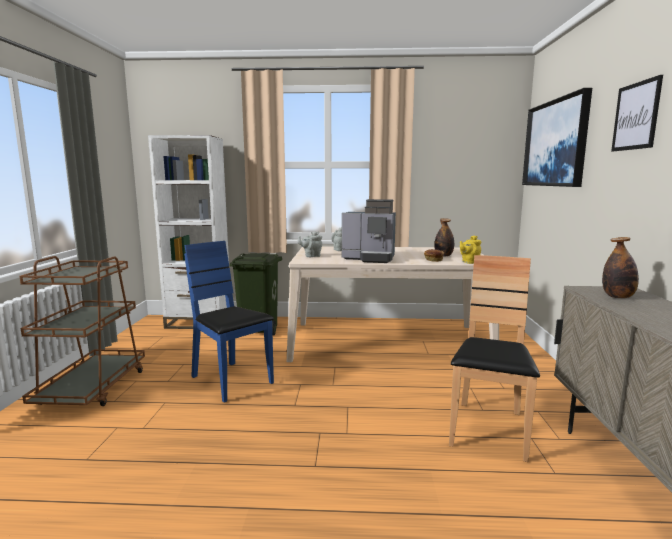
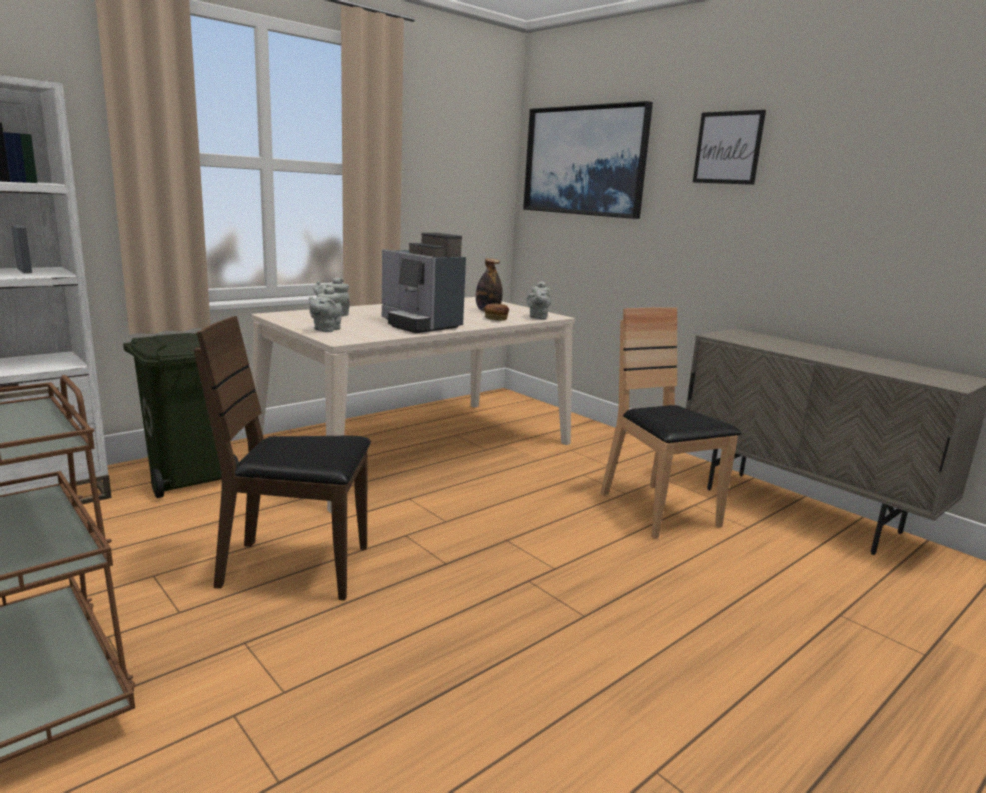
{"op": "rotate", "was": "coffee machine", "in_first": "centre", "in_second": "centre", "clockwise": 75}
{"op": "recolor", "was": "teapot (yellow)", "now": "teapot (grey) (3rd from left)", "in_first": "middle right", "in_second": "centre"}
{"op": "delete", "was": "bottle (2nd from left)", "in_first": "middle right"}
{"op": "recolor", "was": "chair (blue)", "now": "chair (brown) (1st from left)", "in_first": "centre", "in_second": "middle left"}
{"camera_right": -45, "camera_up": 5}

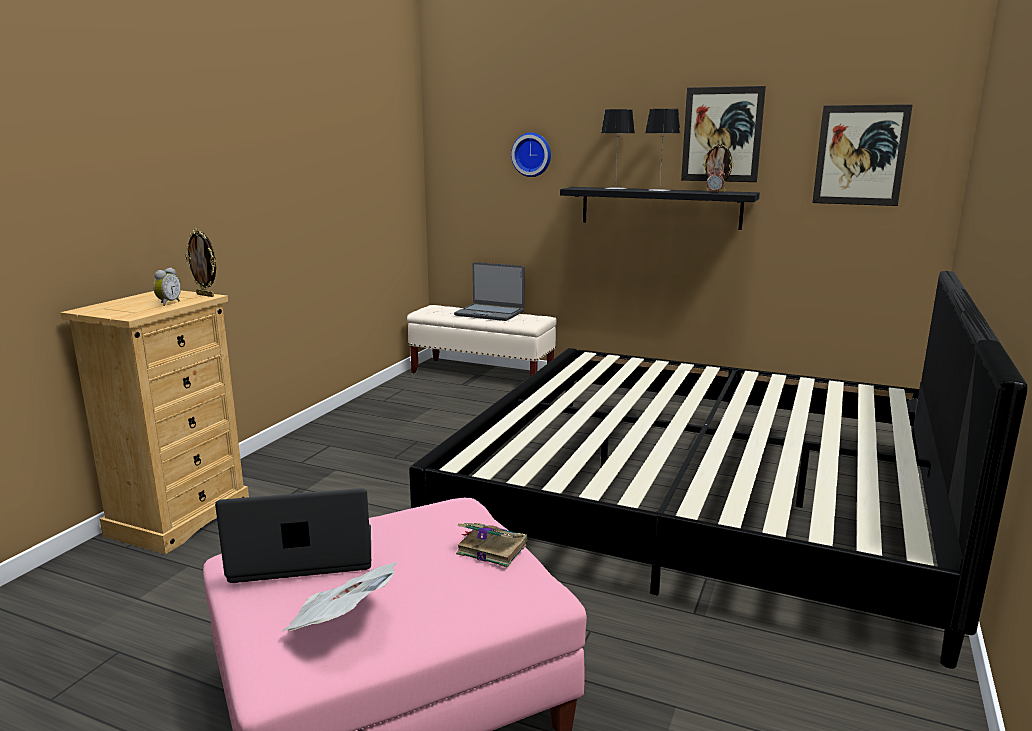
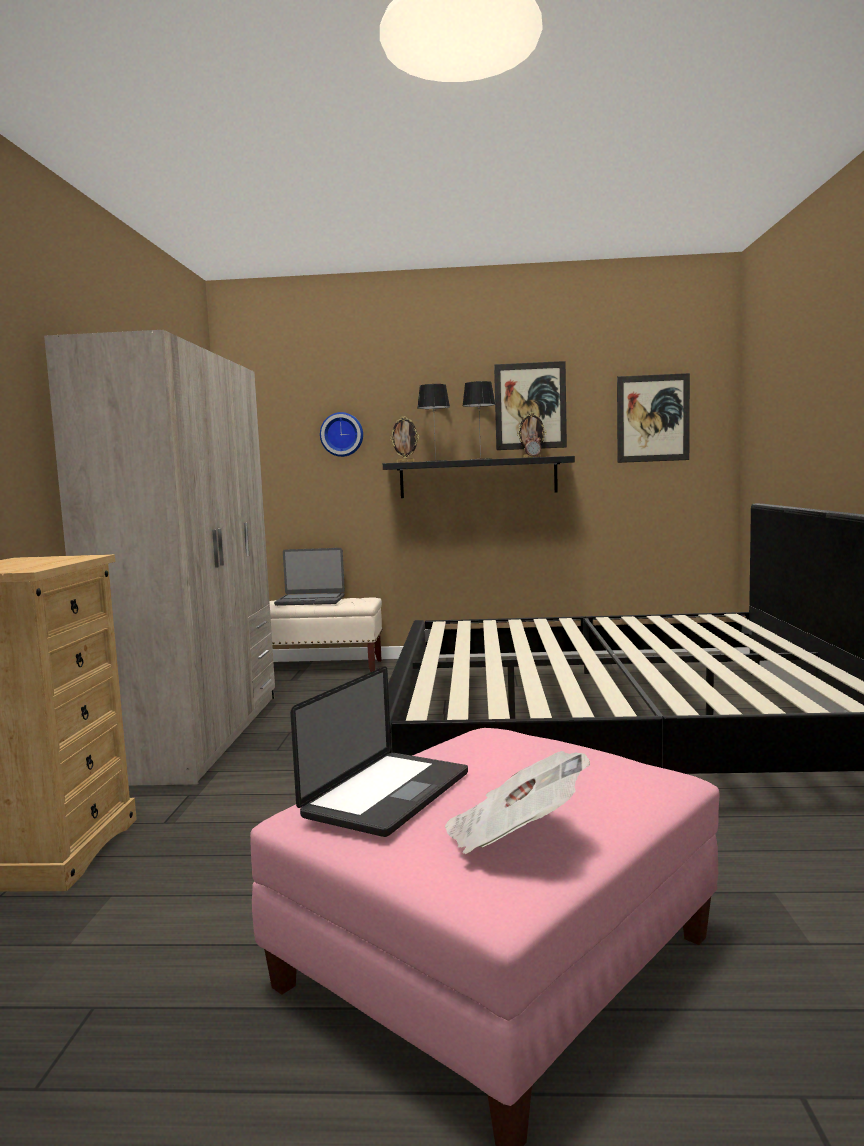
{"op": "move", "was": "picture frame (1st from left)", "in_first": "middle left", "in_second": "centre"}
{"op": "delete", "was": "alarm clock (1st from left)", "in_first": "middle left"}
{"op": "rotate", "was": "laptop (1st from left in the first image)", "in_first": "bottom left", "in_second": "centre", "clockwise": 150}
{"op": "delete", "was": "book", "in_first": "bottom centre"}
{"op": "insert", "now": "wardrobe (beige)", "in_second": "middle left"}
{"camera_right": -20, "camera_up": -10}

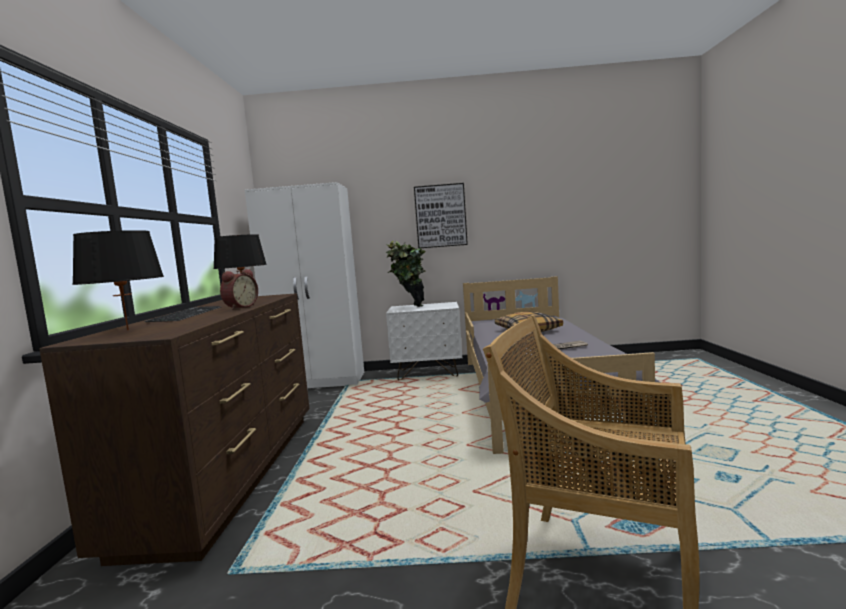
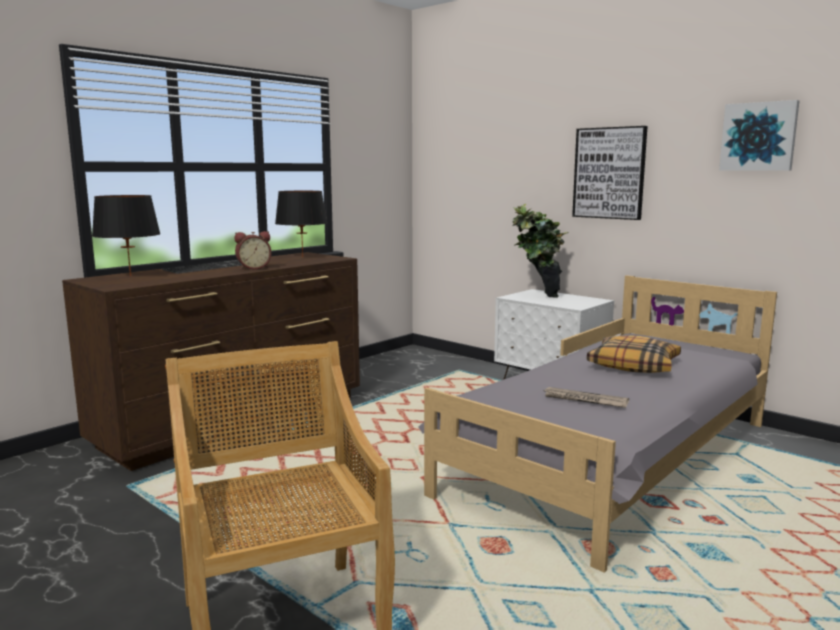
{"op": "delete", "was": "wardrobe (white)", "in_first": "centre"}
{"op": "insert", "now": "picture (2nd from left)", "in_second": "top right"}
{"camera_right": 40, "camera_up": 5}

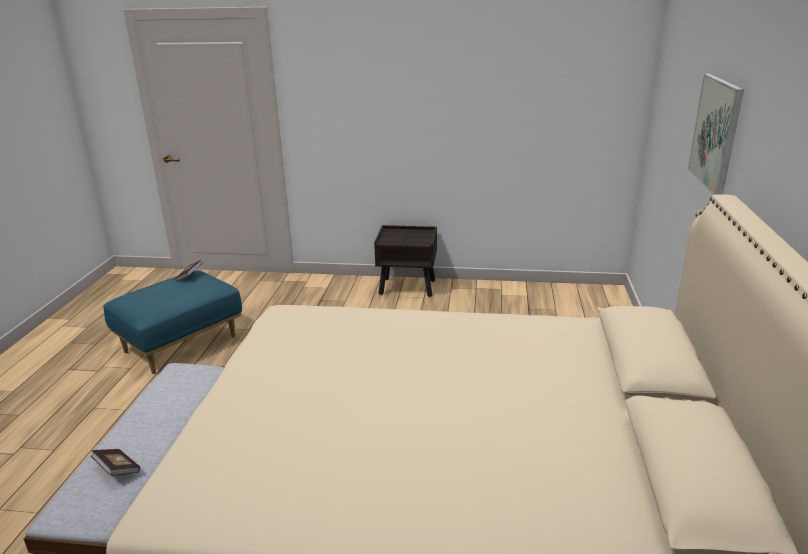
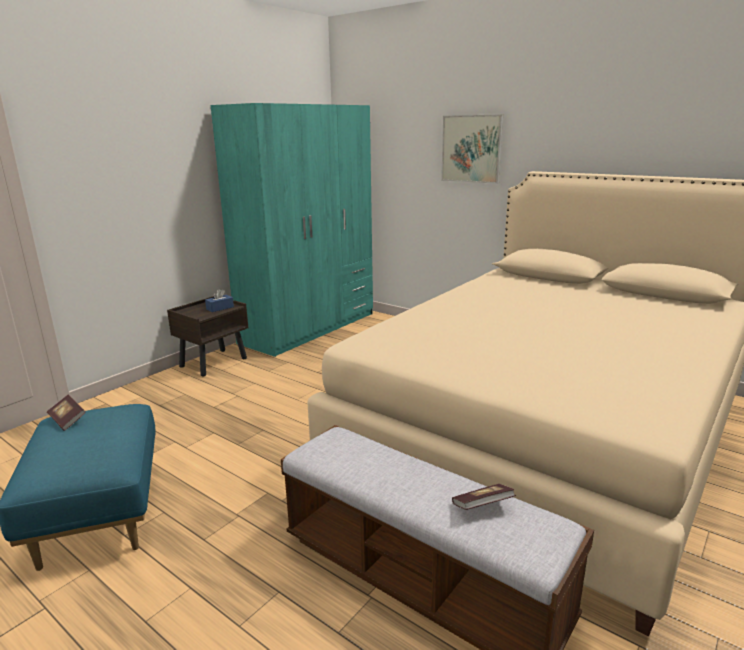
{"op": "insert", "now": "wardrobe (turquoise)", "in_second": "centre"}
{"op": "insert", "now": "tissue box (blue)", "in_second": "middle left"}
{"camera_right": -60, "camera_up": -5}

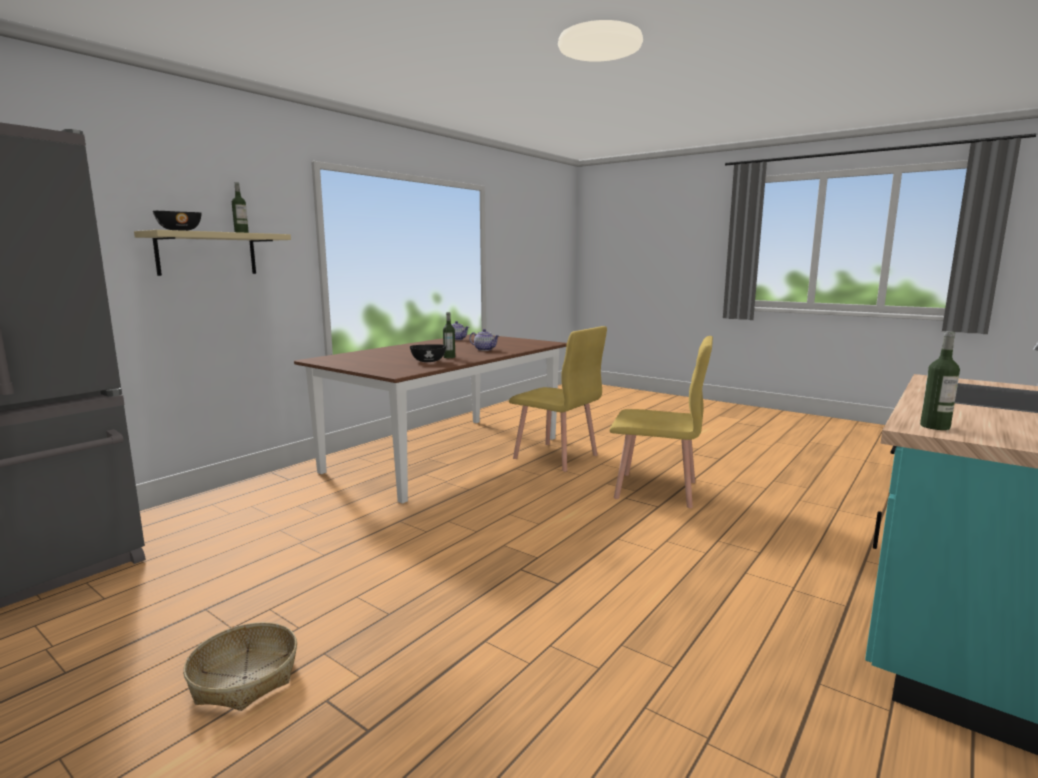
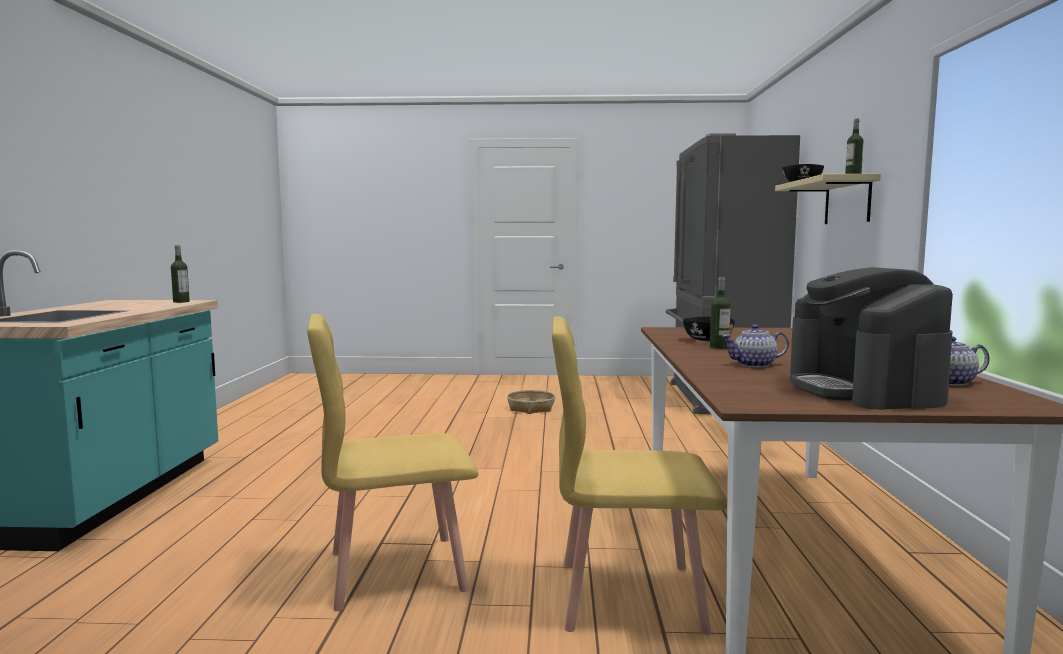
{"op": "insert", "now": "coffee machine", "in_second": "middle right"}
{"camera_right": 145, "camera_up": -5}

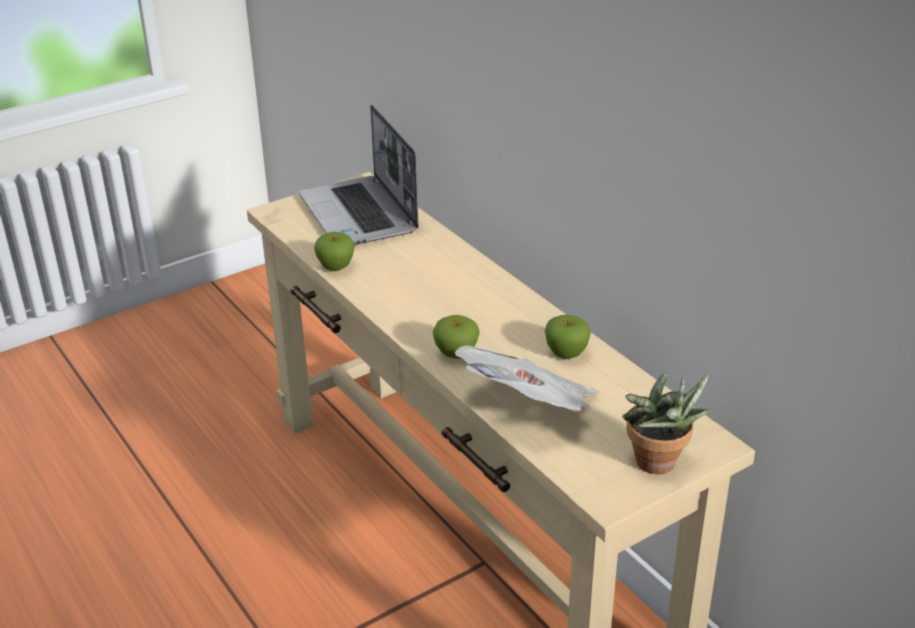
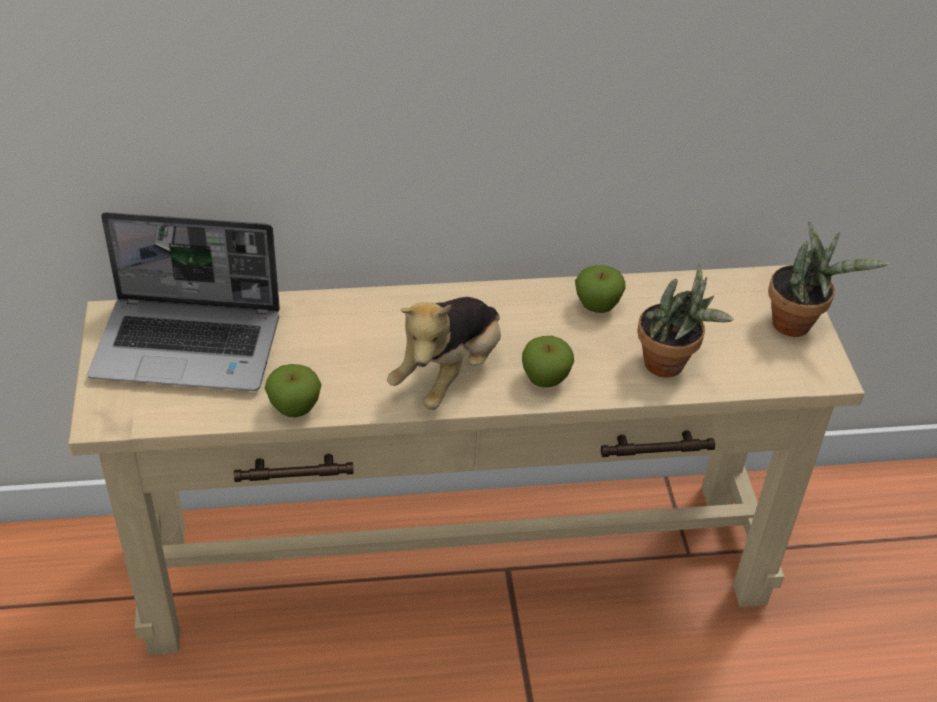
{"op": "replace", "was": "newspaper", "now": "potted plant (1st from left)", "in_first": "centre", "in_second": "middle right"}
{"op": "insert", "now": "plush toy", "in_second": "centre"}
{"camera_right": -65, "camera_up": 10}

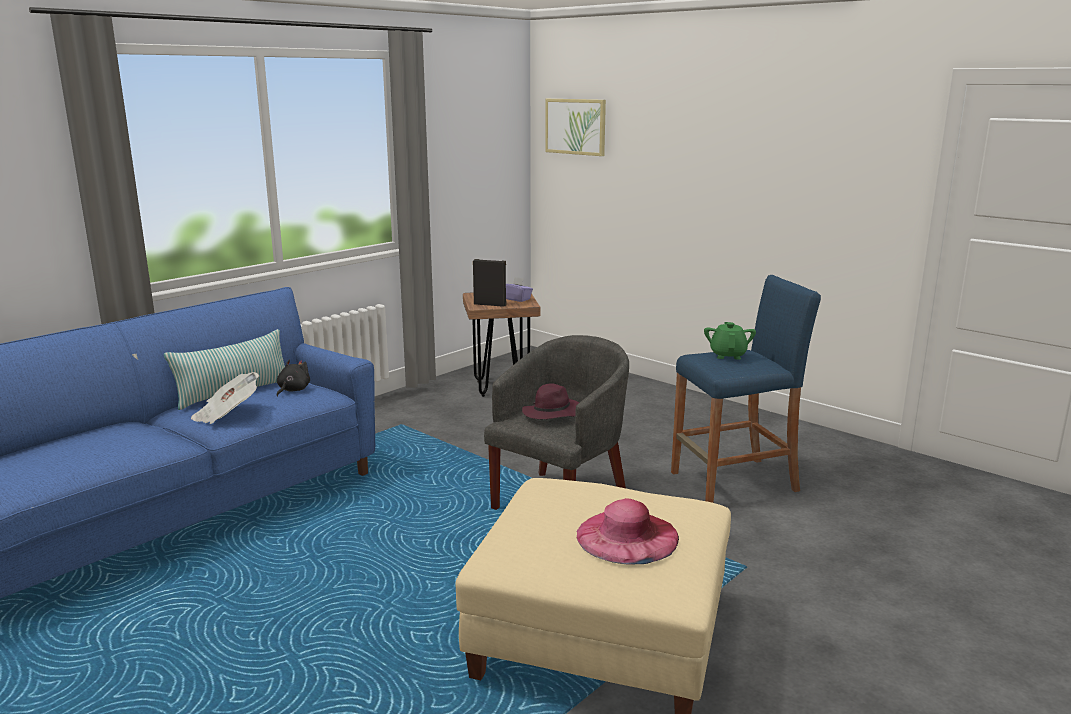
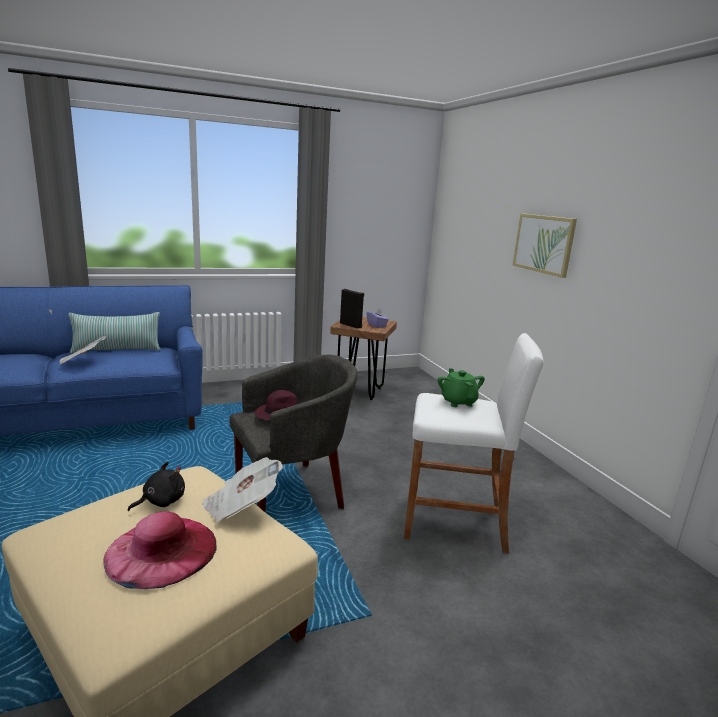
{"op": "move", "was": "picture", "in_first": "top centre", "in_second": "middle right"}
{"op": "recolor", "was": "stool (blue)", "now": "stool (white)", "in_first": "middle right", "in_second": "centre"}
{"op": "rotate", "was": "teapot (green)", "in_first": "middle right", "in_second": "centre", "clockwise": -45}
{"op": "move", "was": "plush toy (black)", "in_first": "middle left", "in_second": "bottom left"}
{"op": "insert", "now": "newspaper (2nd from left)", "in_second": "bottom centre"}
{"camera_right": 25, "camera_up": 0}

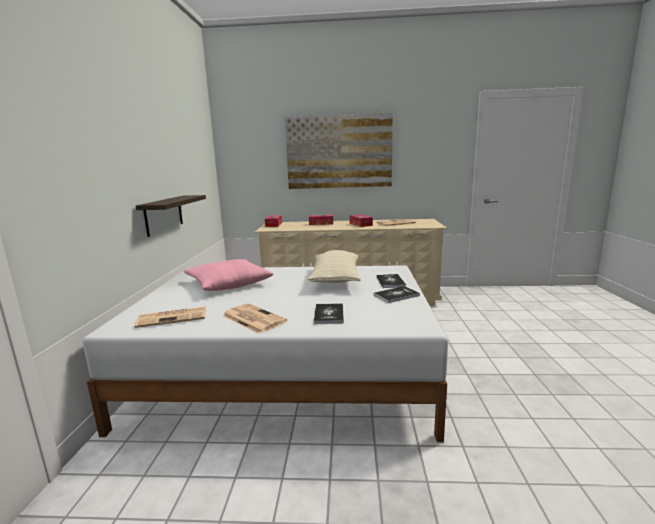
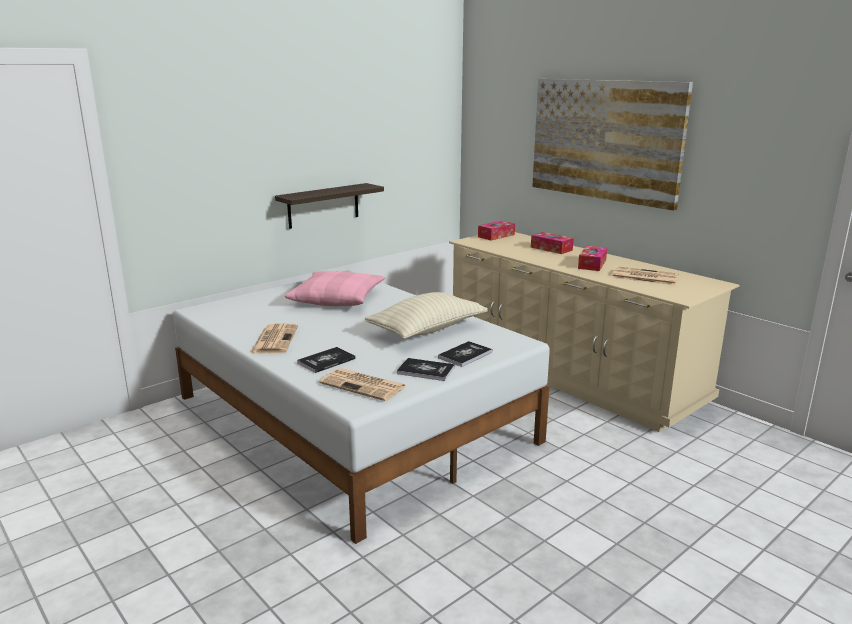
{"op": "move", "was": "newspaper (1st from left in the first image)", "now": "newspaper (2nd from left)", "in_first": "middle left", "in_second": "centre"}
{"camera_right": 45, "camera_up": 5}

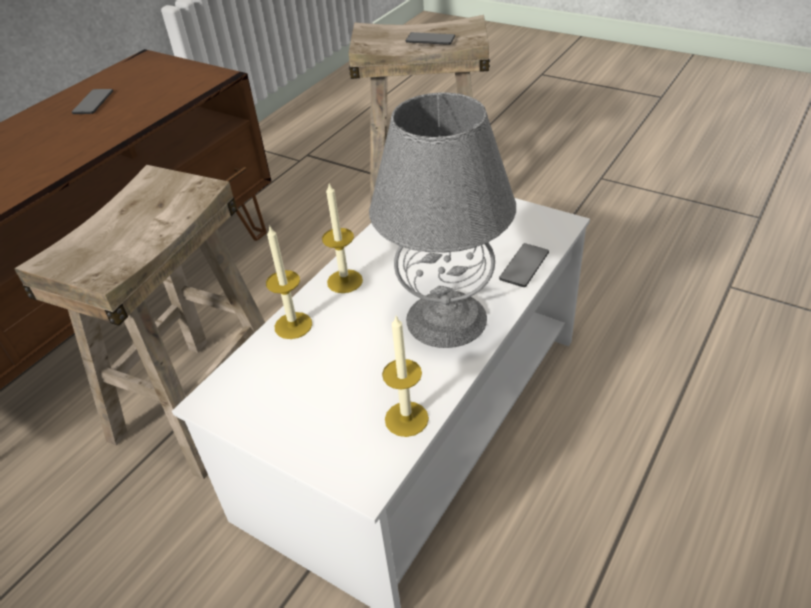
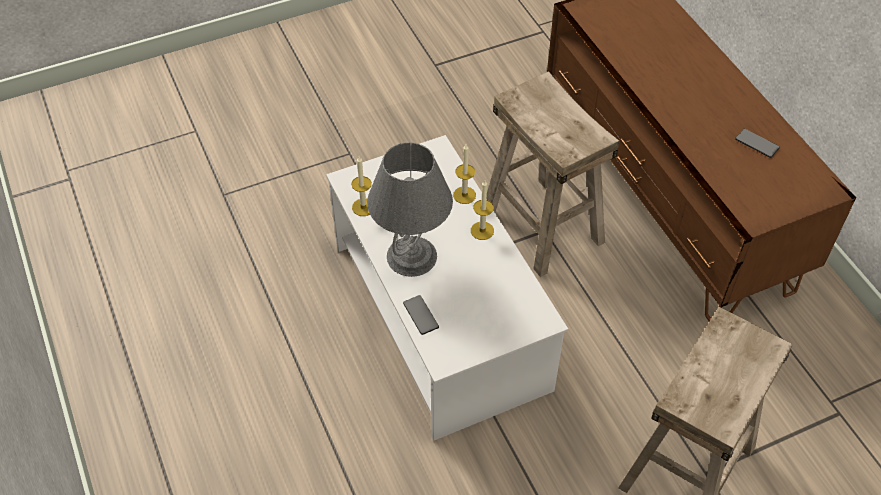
{"op": "delete", "was": "phone (2nd from left)", "in_first": "top centre"}
{"camera_right": 120, "camera_up": 10}

